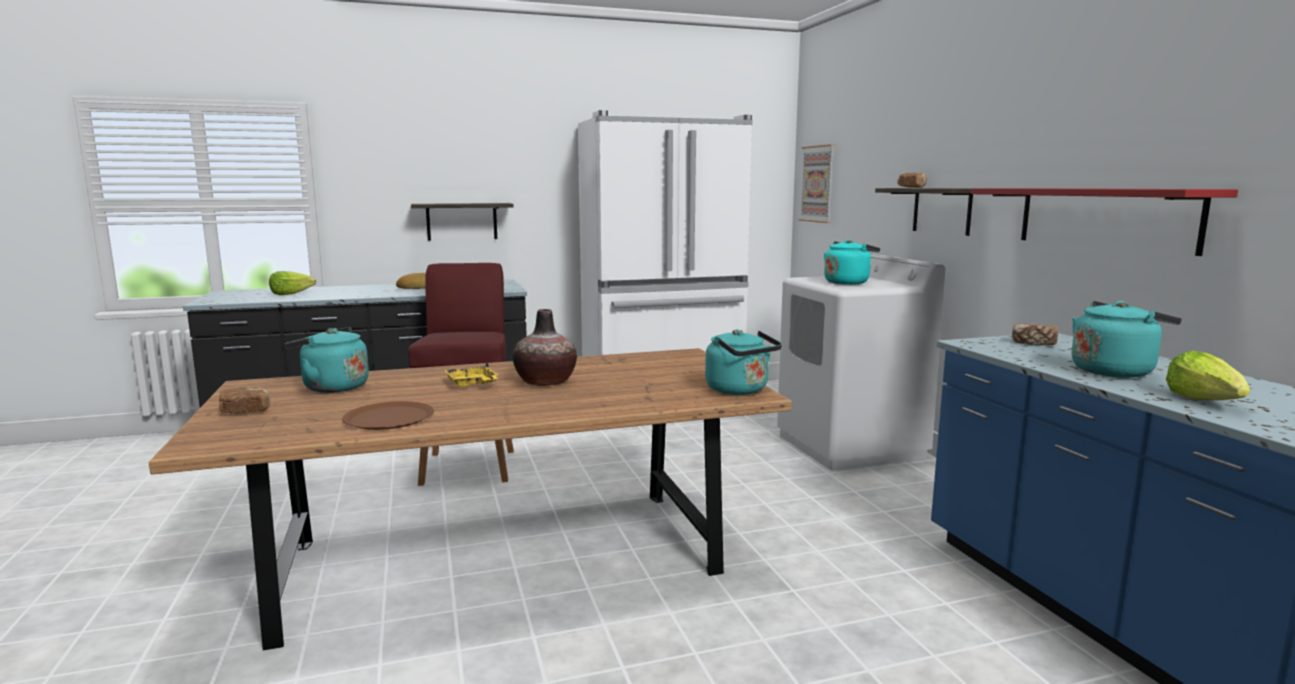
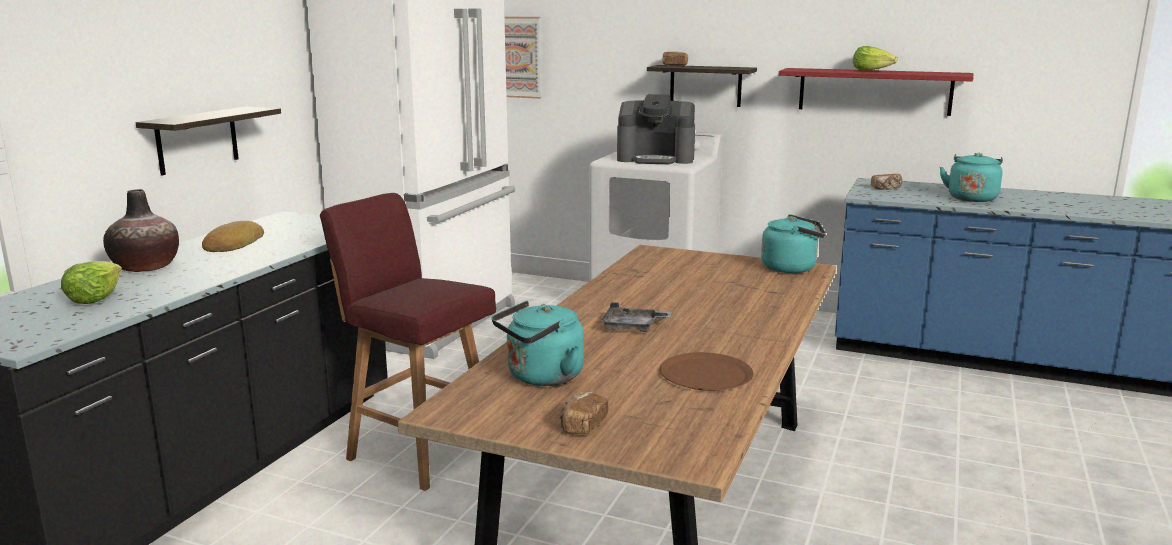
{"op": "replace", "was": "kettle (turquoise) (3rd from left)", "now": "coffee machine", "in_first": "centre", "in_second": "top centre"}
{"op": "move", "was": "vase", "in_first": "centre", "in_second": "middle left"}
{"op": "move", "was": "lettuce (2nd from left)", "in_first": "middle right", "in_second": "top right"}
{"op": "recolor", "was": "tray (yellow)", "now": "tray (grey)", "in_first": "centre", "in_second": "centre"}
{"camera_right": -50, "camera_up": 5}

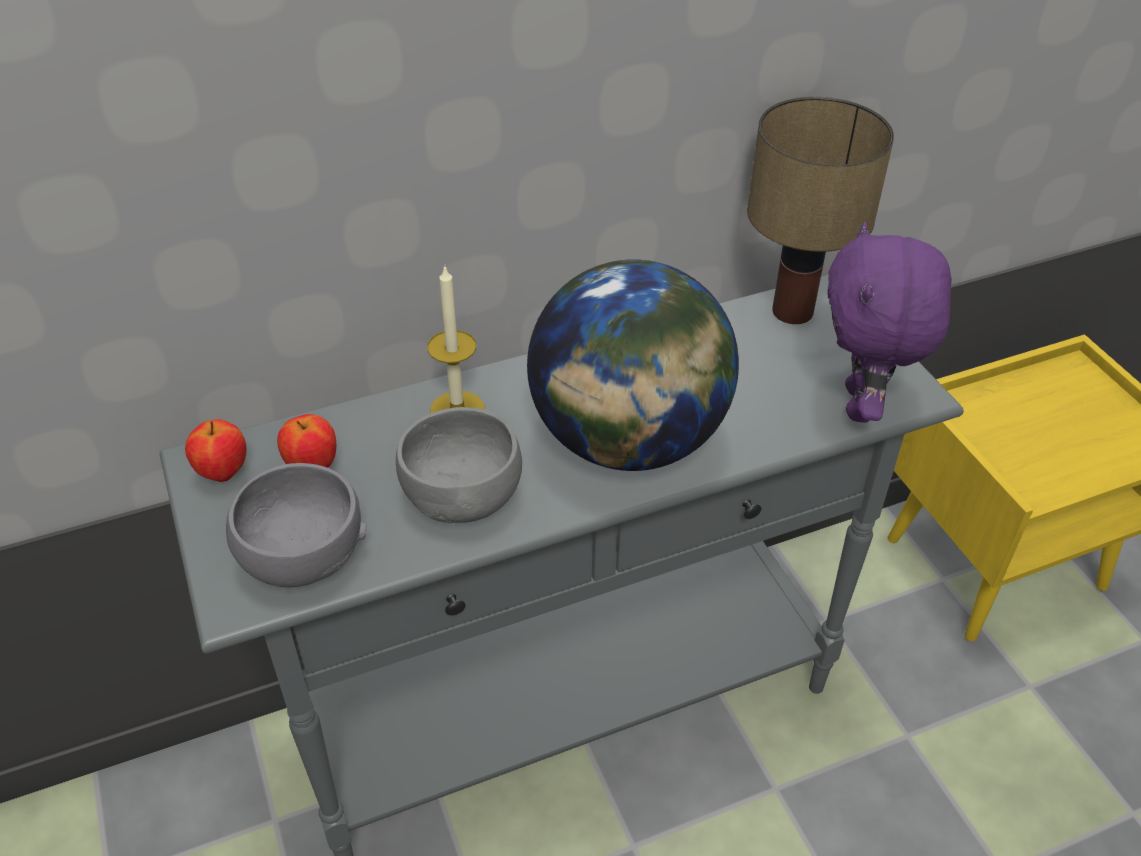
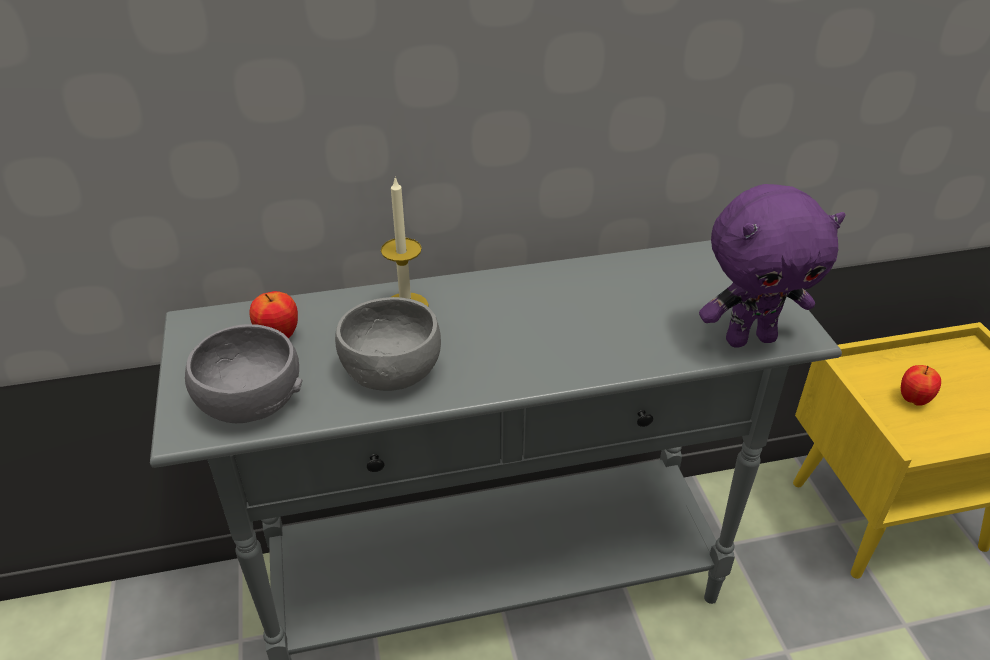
{"op": "delete", "was": "table lamp", "in_first": "top right"}
{"op": "rotate", "was": "plush toy (purple)", "in_first": "middle right", "in_second": "middle right", "clockwise": -120}
{"op": "delete", "was": "globe", "in_first": "centre"}
{"op": "move", "was": "apple (1st from left in the first image)", "now": "apple (2nd from left)", "in_first": "middle left", "in_second": "middle right"}
{"camera_right": 10, "camera_up": -5}

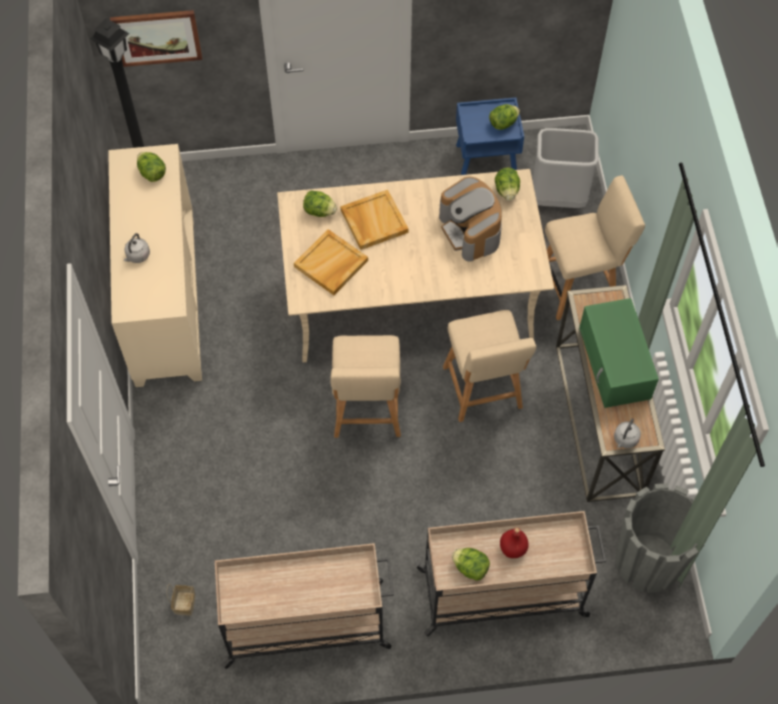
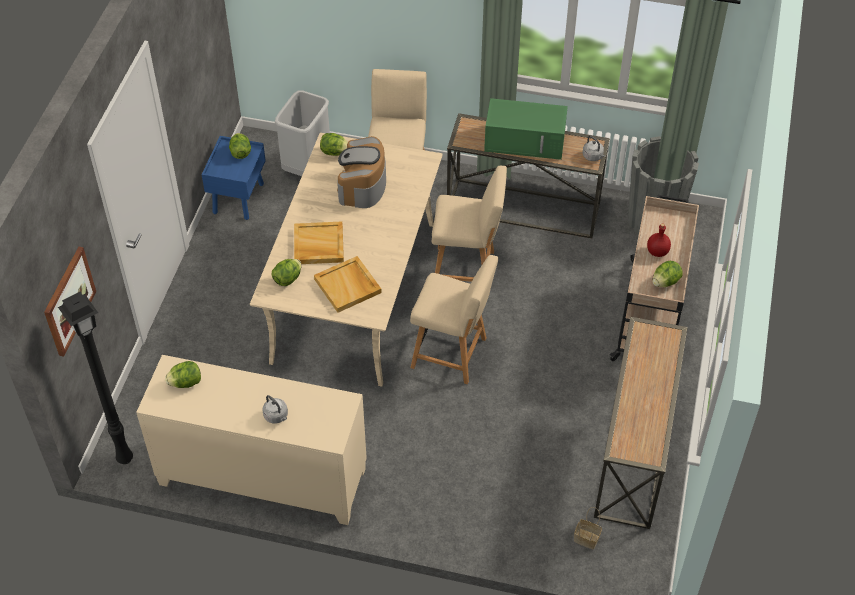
{"op": "rotate", "was": "coffee machine", "in_first": "top centre", "in_second": "top centre", "clockwise": 105}
{"op": "replace", "was": "cart (beige) (1st from left)", "now": "console table (2nd from left)", "in_first": "bottom centre", "in_second": "bottom right"}
{"camera_right": -70, "camera_up": -10}

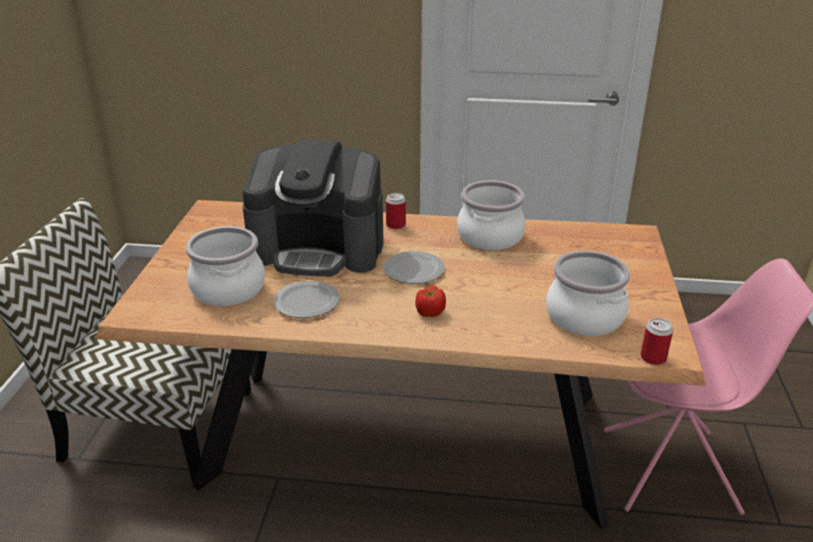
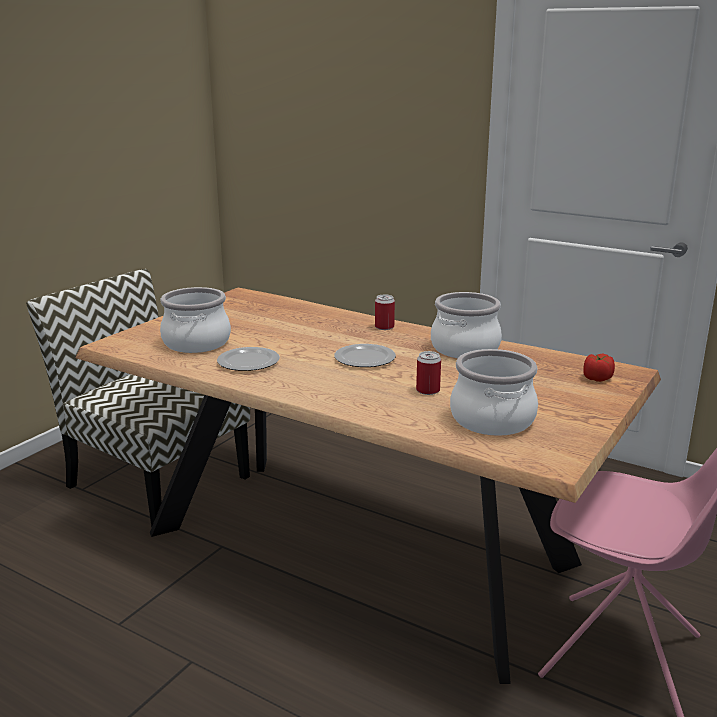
{"op": "delete", "was": "coffee machine", "in_first": "centre"}
{"op": "move", "was": "tomato", "in_first": "centre", "in_second": "middle right"}
{"op": "move", "was": "can (2nd from left)", "in_first": "middle right", "in_second": "centre"}
{"camera_right": 25, "camera_up": -10}

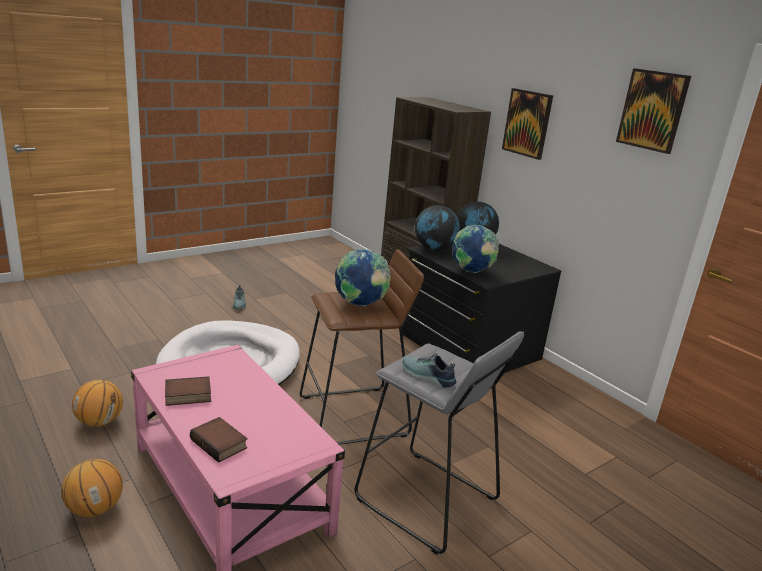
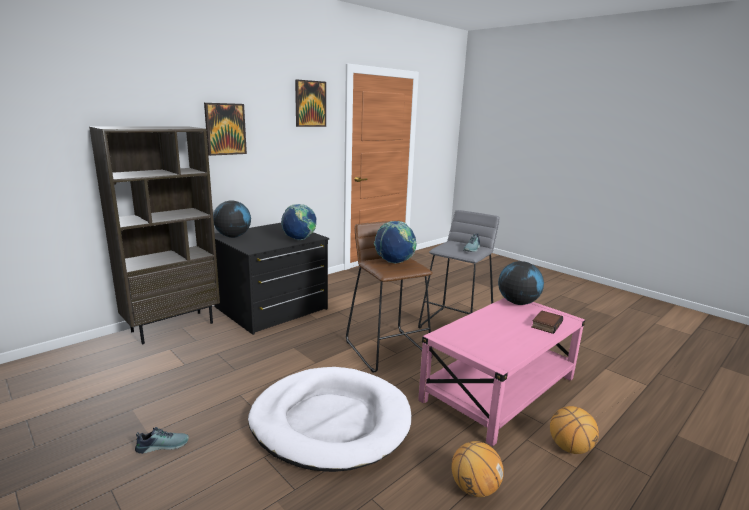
{"op": "move", "was": "globe (2nd from left in the first image)", "now": "globe (4th from left)", "in_first": "centre", "in_second": "middle right"}
{"op": "delete", "was": "book (1st from left)", "in_first": "bottom left"}
{"camera_right": -95, "camera_up": -5}

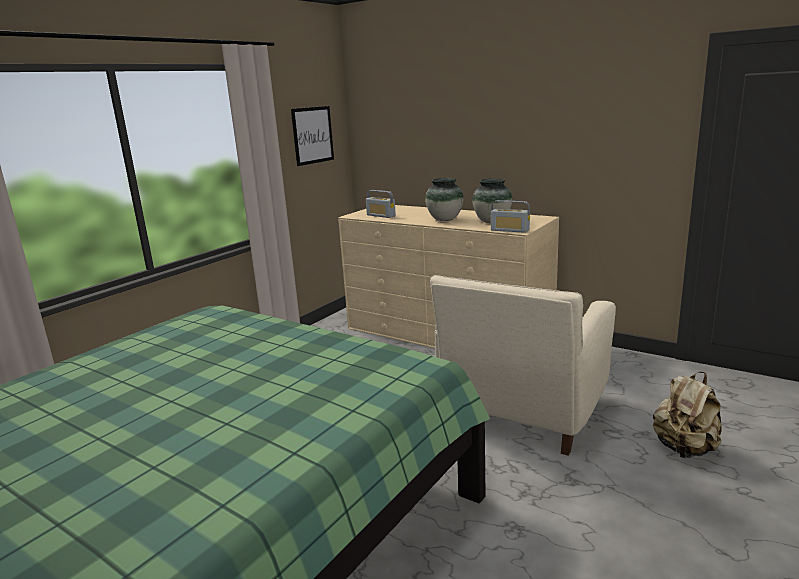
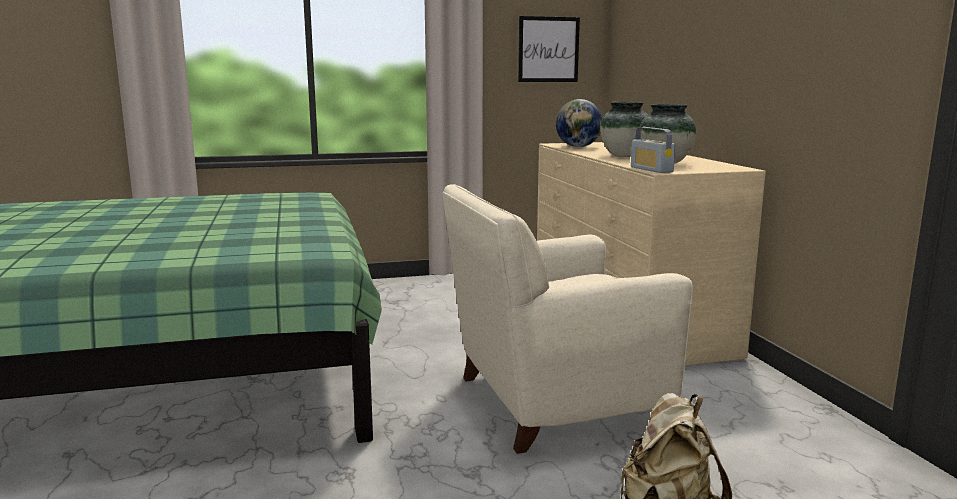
{"op": "replace", "was": "radio (1st from left)", "now": "globe", "in_first": "centre", "in_second": "top centre"}
{"camera_right": 40, "camera_up": -5}

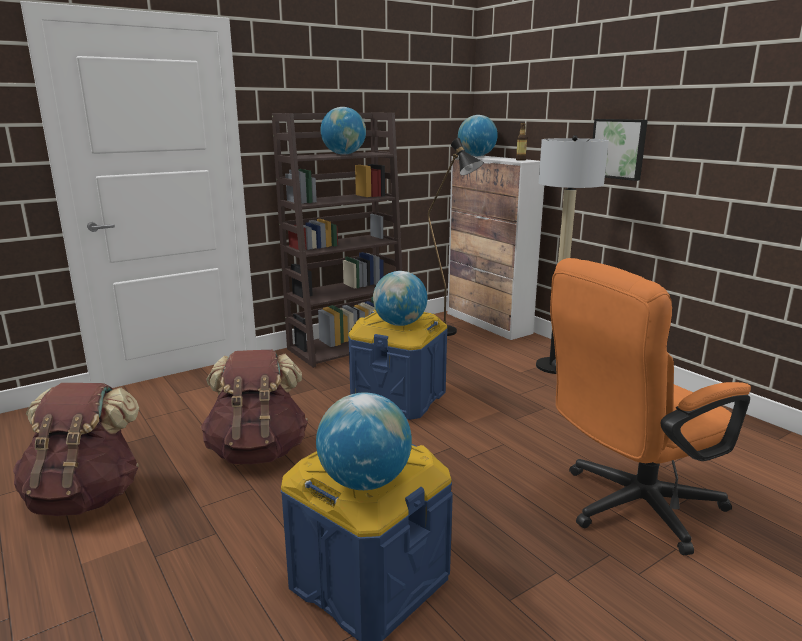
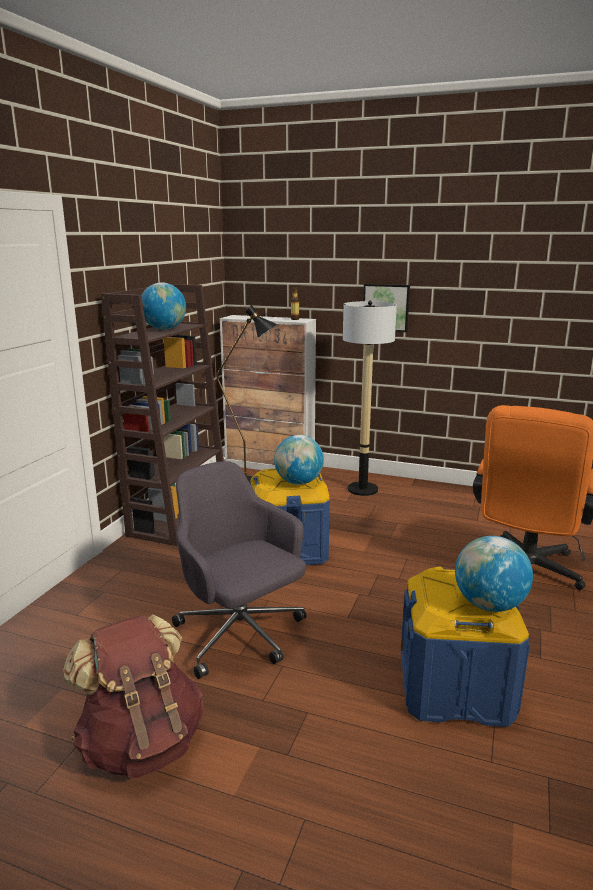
{"op": "delete", "was": "globe (4th from left)", "in_first": "top centre"}
{"op": "replace", "was": "backpack (brown) (2nd from left)", "now": "office chair (grey)", "in_first": "middle left", "in_second": "centre"}
{"camera_right": -35, "camera_up": 0}

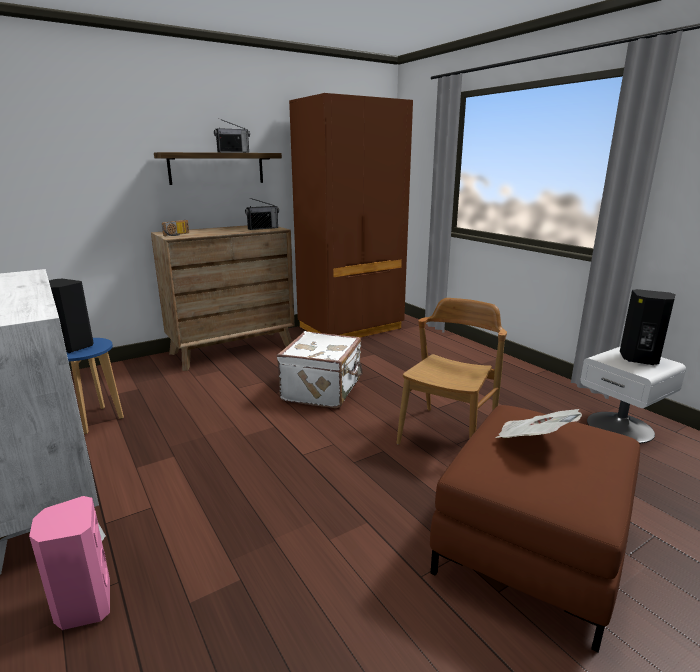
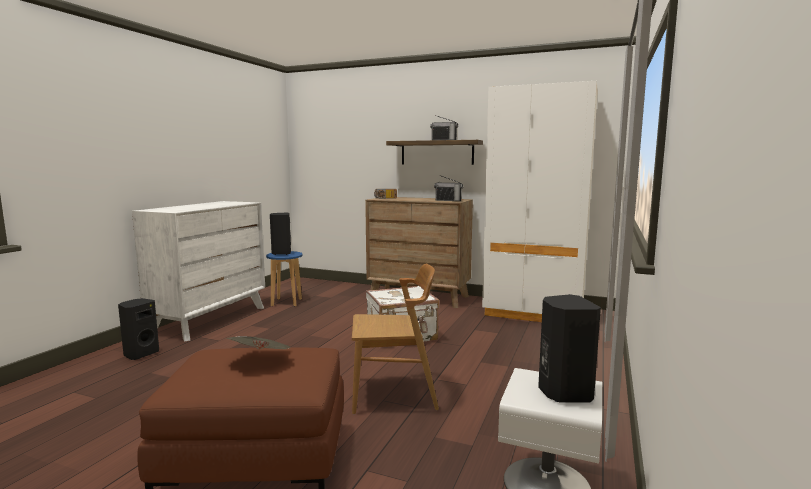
{"op": "recolor", "was": "wardrobe (brown)", "now": "wardrobe (white)", "in_first": "top centre", "in_second": "centre"}
{"op": "recolor", "was": "speaker (pink)", "now": "speaker (black) (1st from left)", "in_first": "bottom left", "in_second": "bottom left"}
{"camera_right": 55, "camera_up": -10}

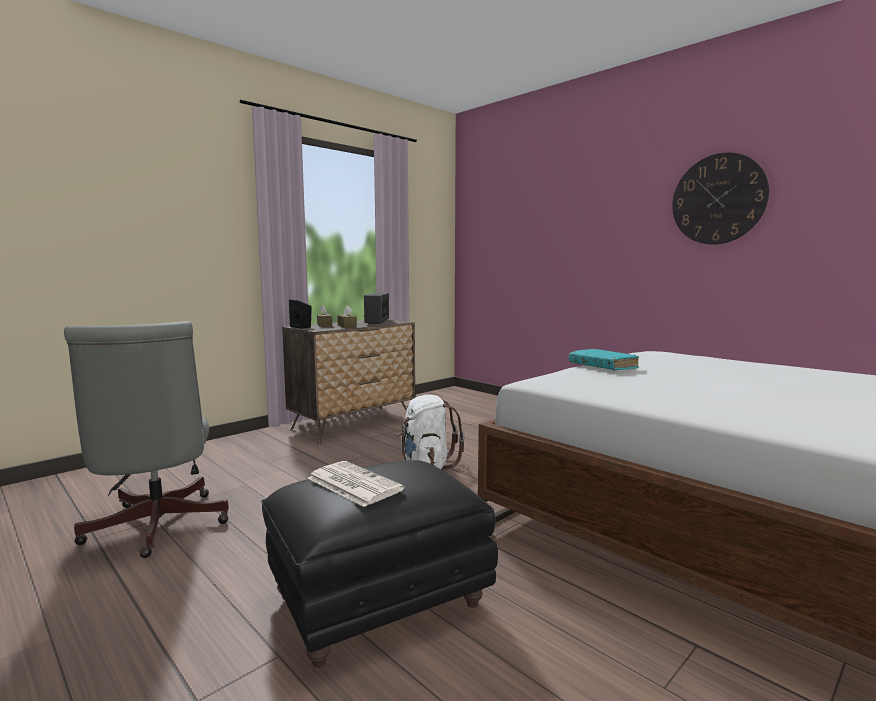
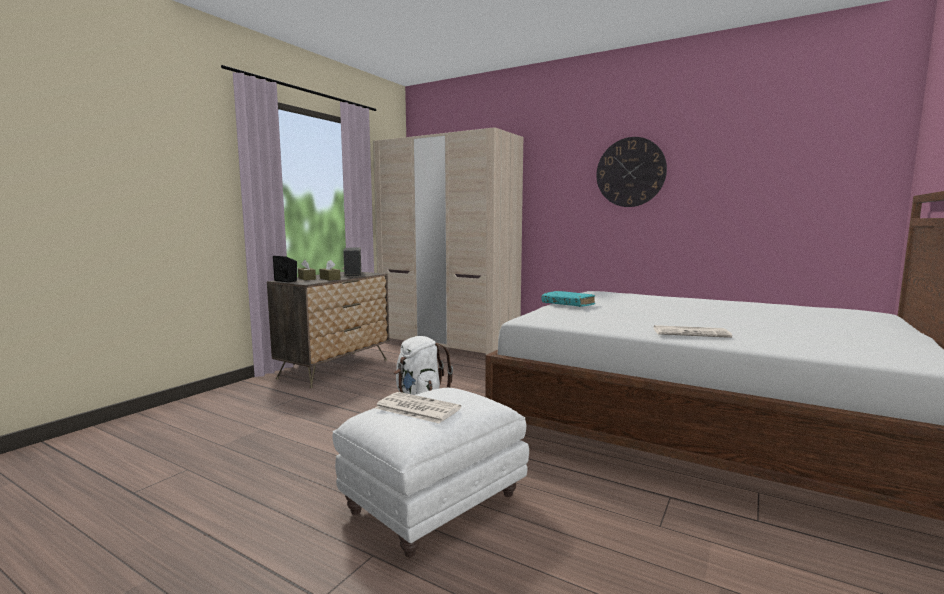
{"op": "delete", "was": "office chair (grey)", "in_first": "middle left"}
{"op": "recolor", "was": "ottoman (black)", "now": "ottoman (white)", "in_first": "bottom centre", "in_second": "bottom centre"}
{"op": "insert", "now": "wardrobe (beige)", "in_second": "centre"}
{"op": "insert", "now": "newspaper (2nd from left)", "in_second": "middle right"}
{"camera_right": -15, "camera_up": 0}

